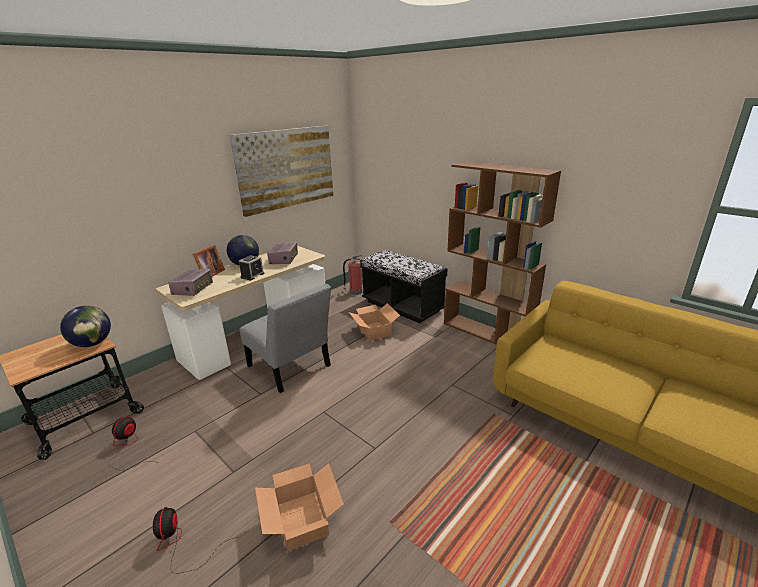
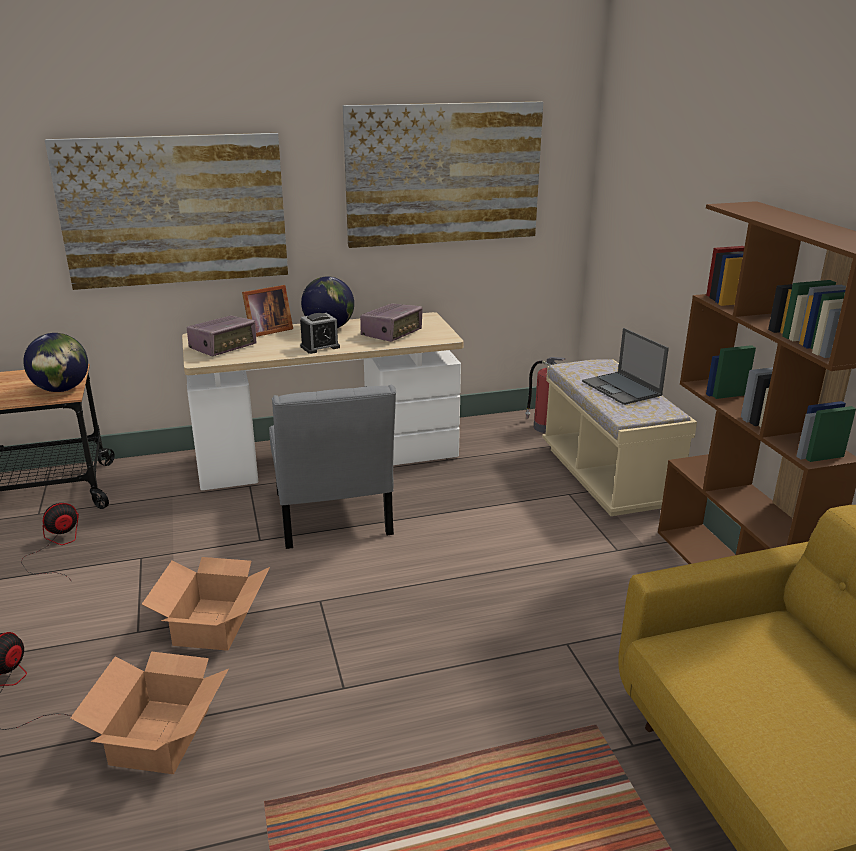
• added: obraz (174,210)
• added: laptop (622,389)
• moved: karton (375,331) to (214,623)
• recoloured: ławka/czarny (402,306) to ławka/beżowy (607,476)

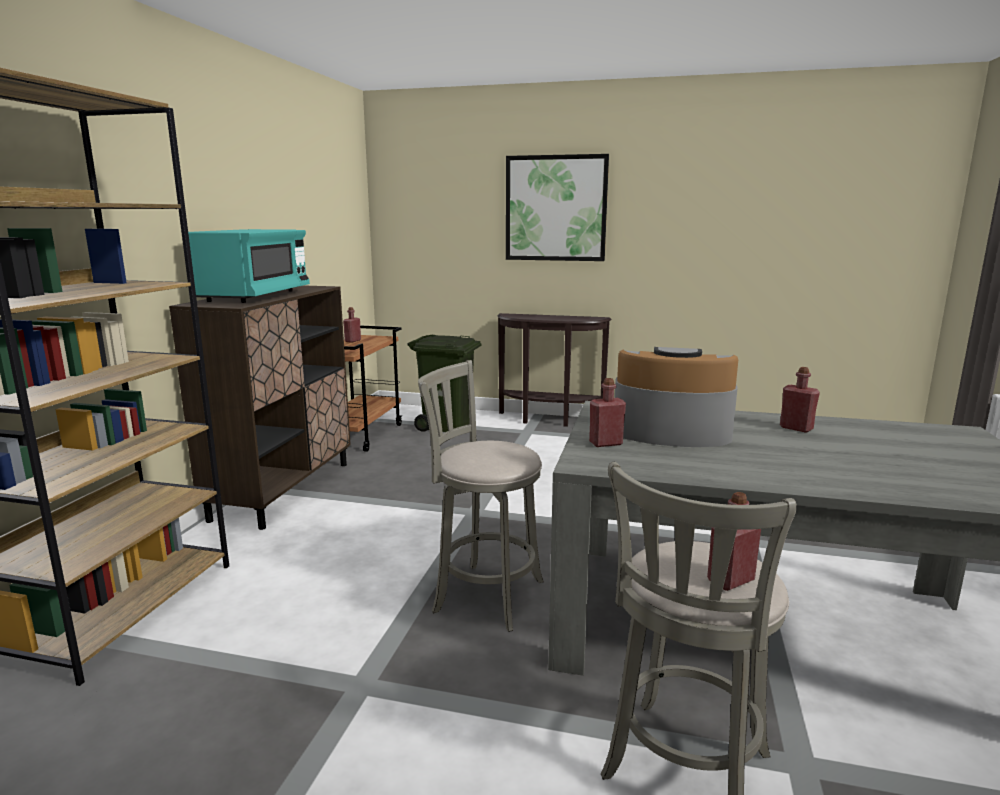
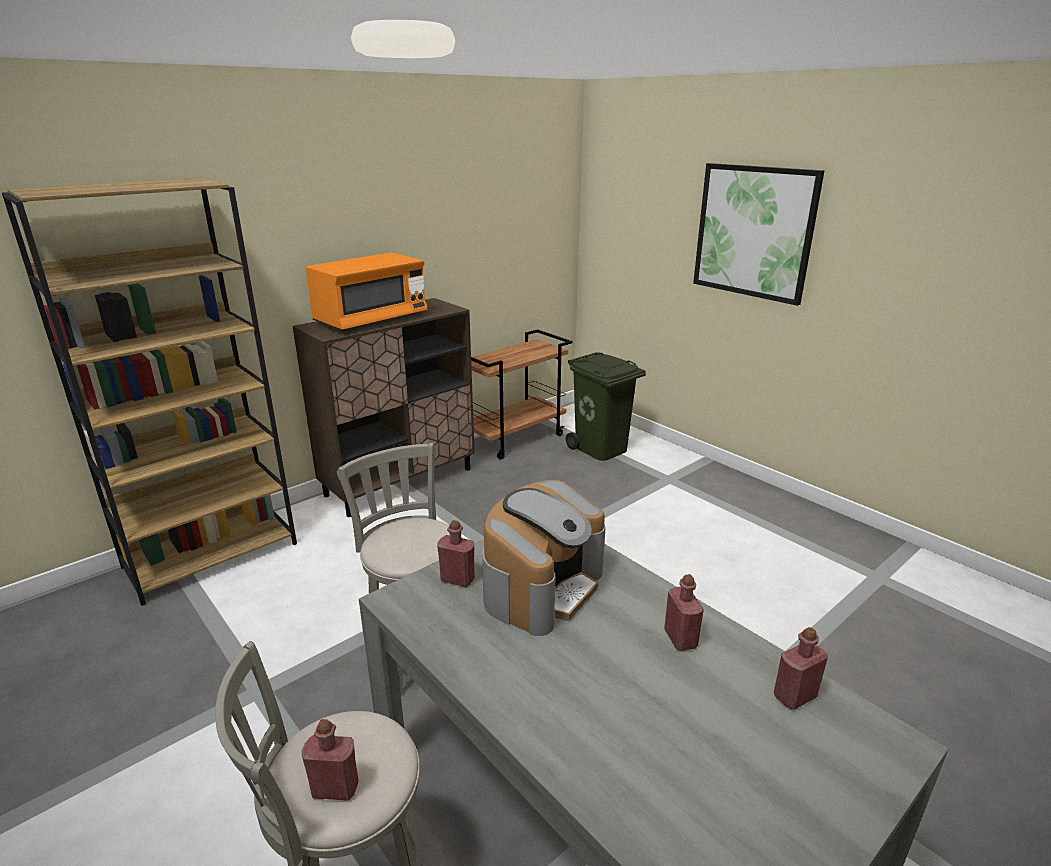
• removed: stolik konsolowy/brązowy (548,420)
• moved: butelka/czerwony (352,341) to (794,696)
• recoloured: mikrofalówka/turkusowy (255,296) to mikrofalówka/pomarańczowy (371,320)
• turned: ekspres do kawy (670,431) = (542,587) 75 degrees clockwise

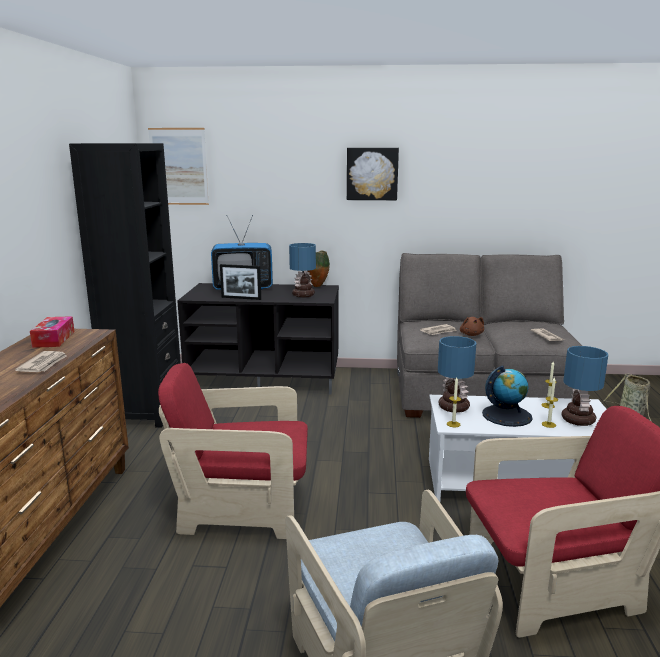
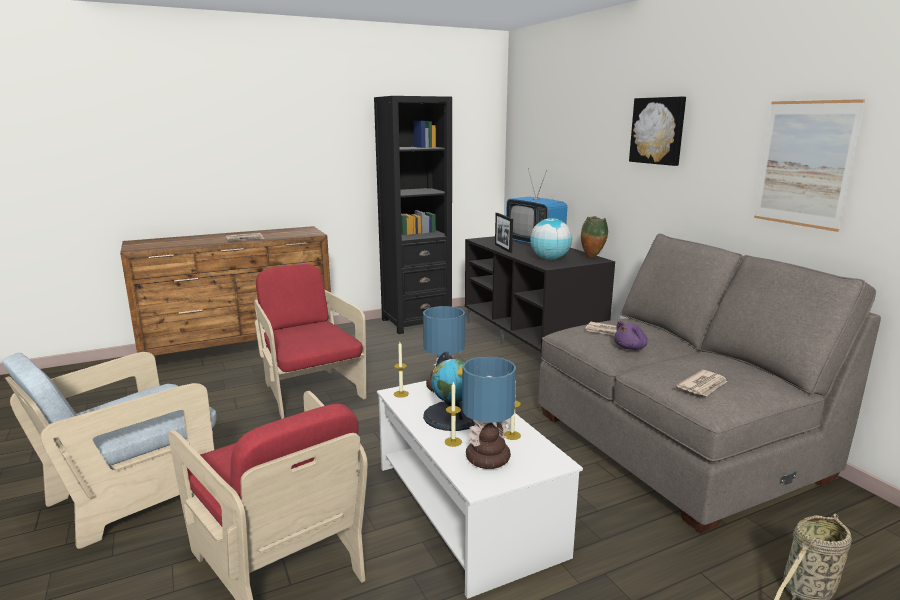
• removed: pudełko chusteczek (54,339)
• moved: obraz (179,166) to (804,164)
• replaced: lampa stołowa (303,295) to globus (550,259)
• recoloured: pluszak/brązowy (471,334) to pluszak/fioletowy (631,348)

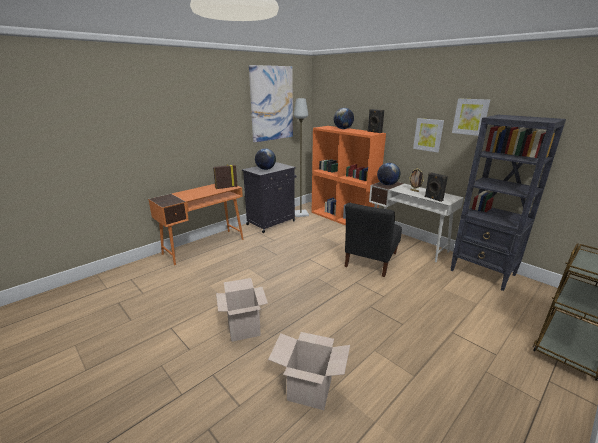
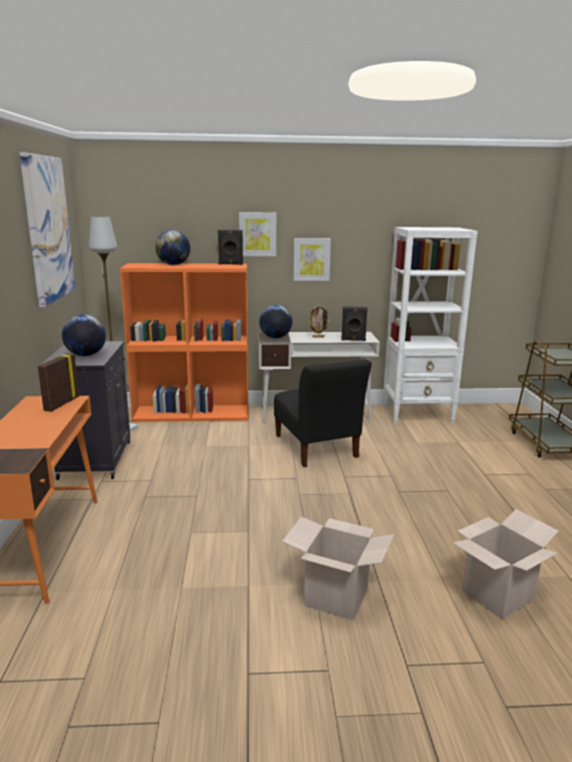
• moved: obraz (470,117) to (257,234)
• recoloured: regał/czarny (483,273) to regał/biały (418,414)

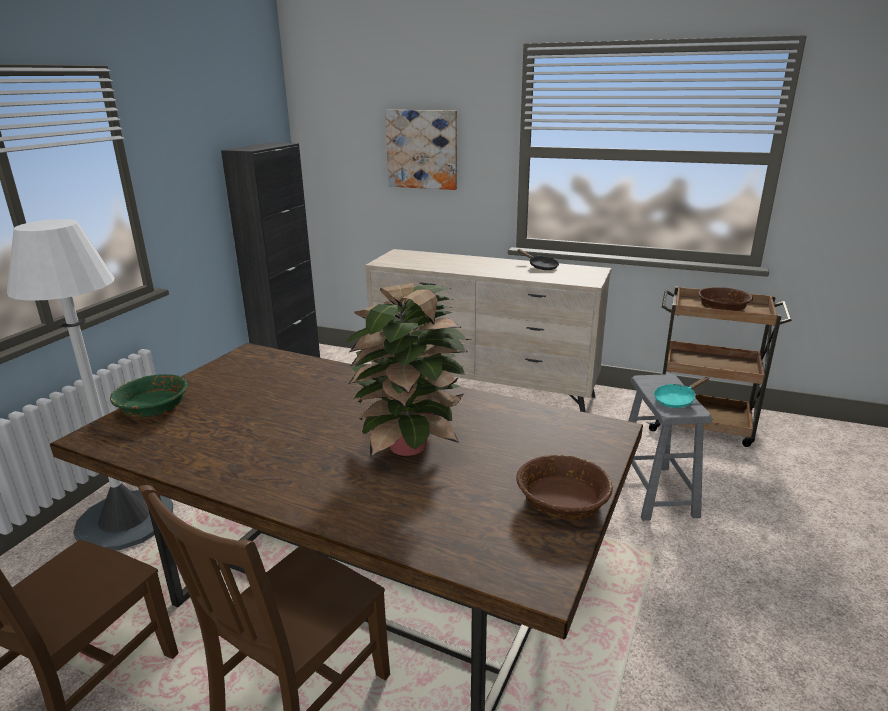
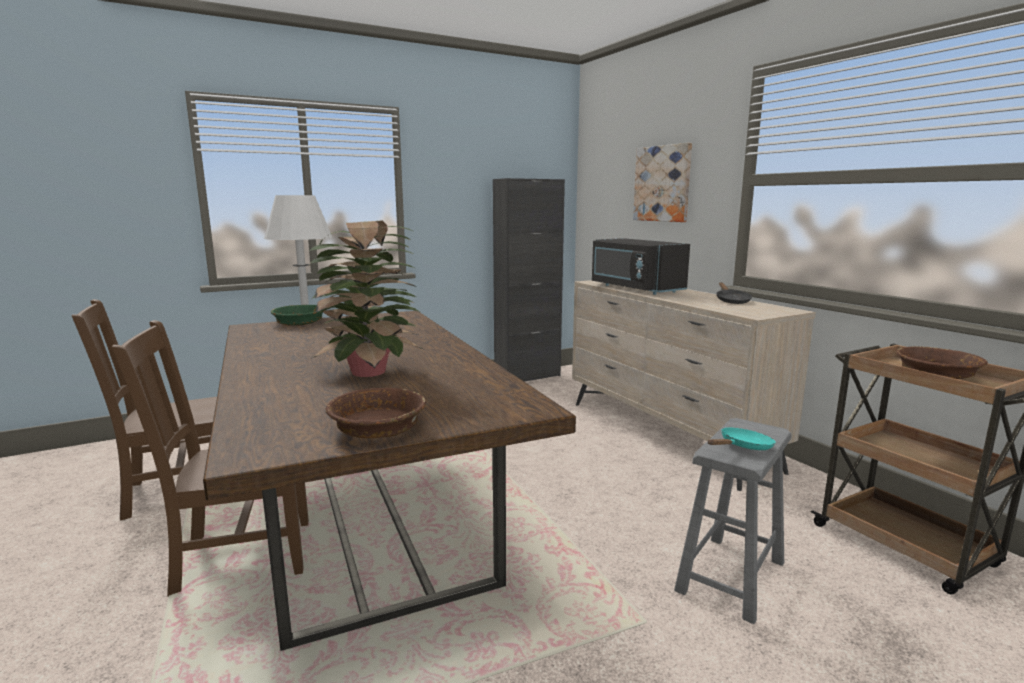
• added: mikrofalówka/czarny (634,288)
• turned: patelnia/turkusowy (677,400) = (743,447) 135 degrees clockwise

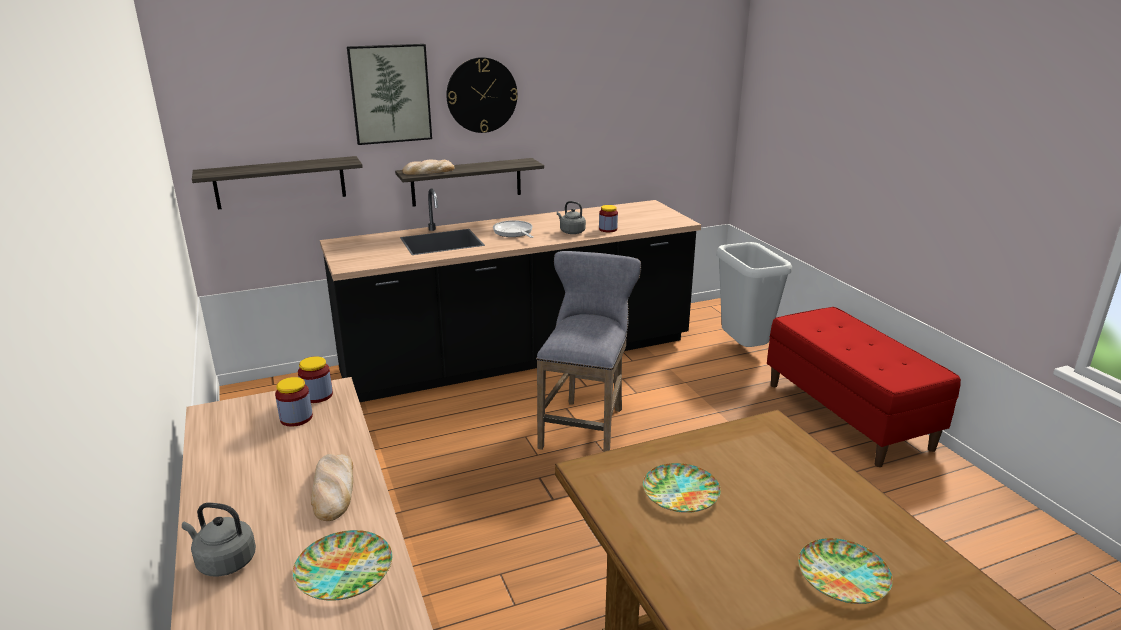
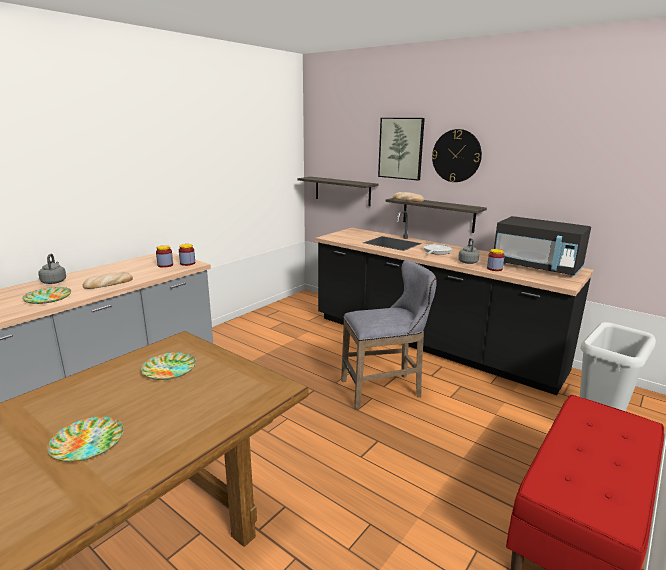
• added: mikrofalówka/czarny (536,267)

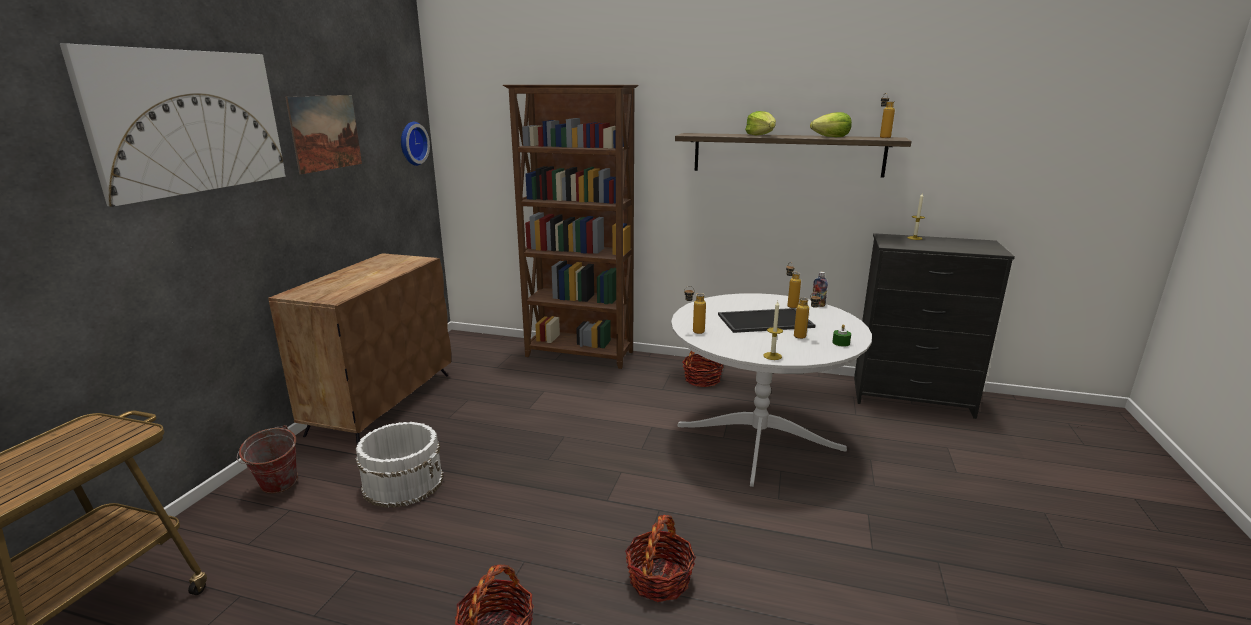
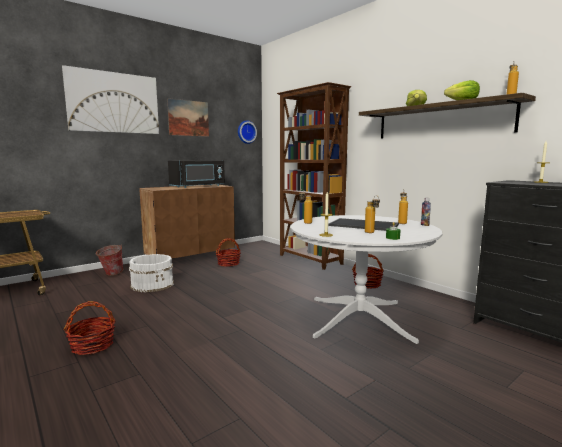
• added: mikrofalówka/czarny (199,186)
• moved: koszyk (659,579) to (228,263)

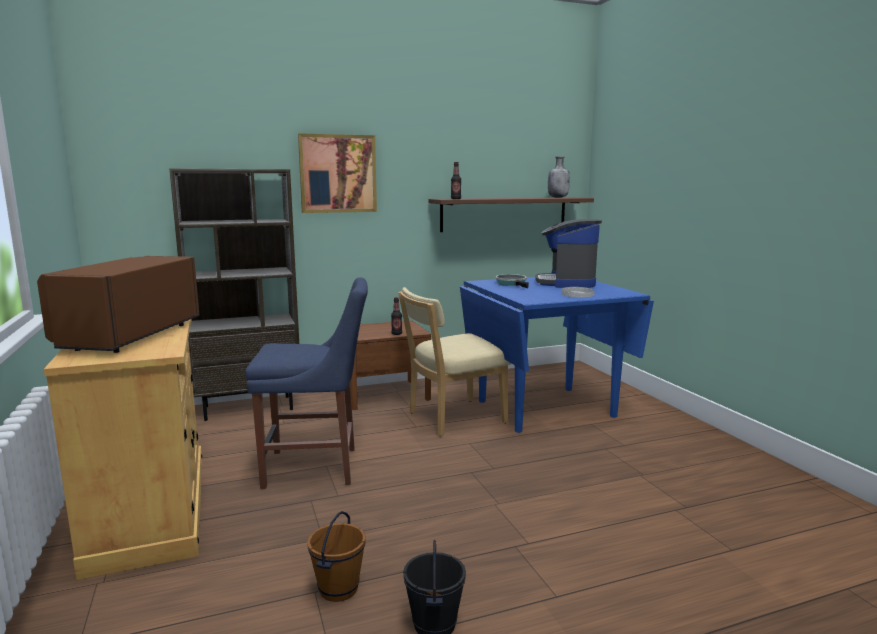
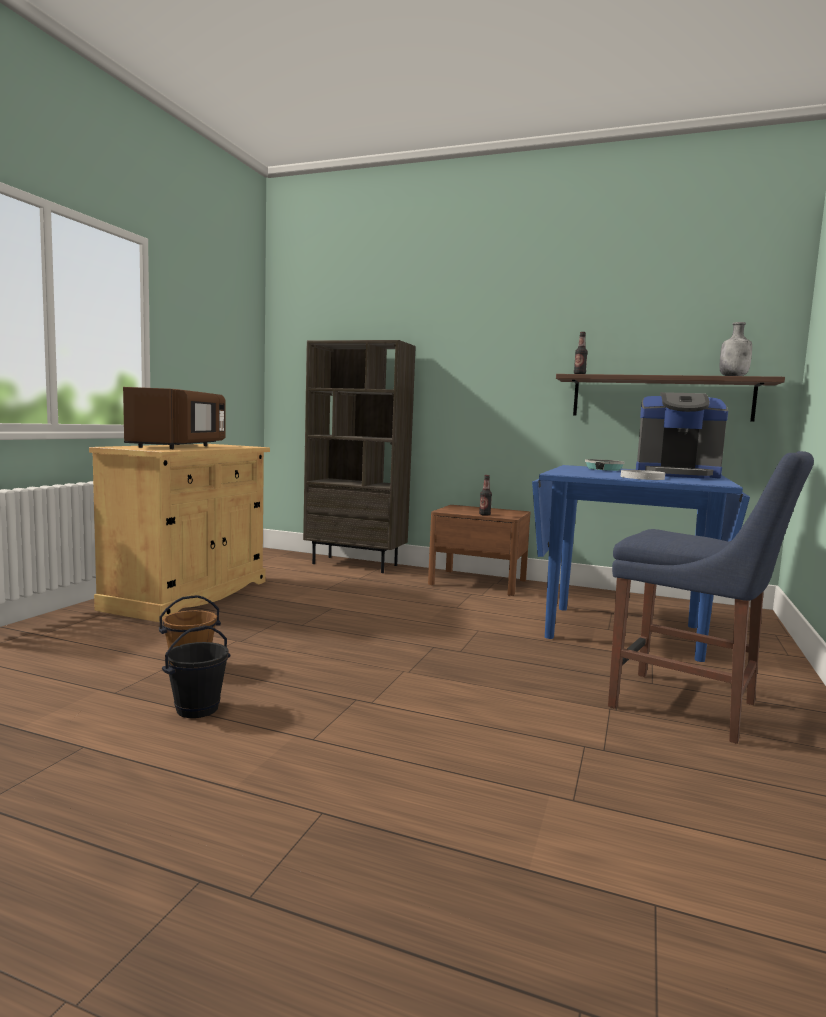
• removed: obraz (338,174)
• removed: krzesło/beżowy (452,418)
• moved: krzesło/niebieski (316,467) to (691,707)
• turned: mikrofalówka/brązowy (128,336) = (179,447) 135 degrees clockwise
• turned: ekspres do kawy (567,283) = (676,475) 120 degrees counterclockwise

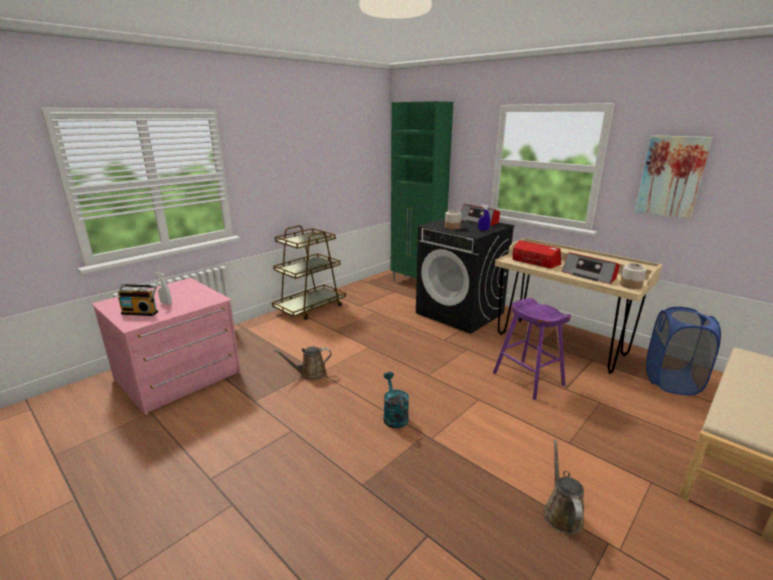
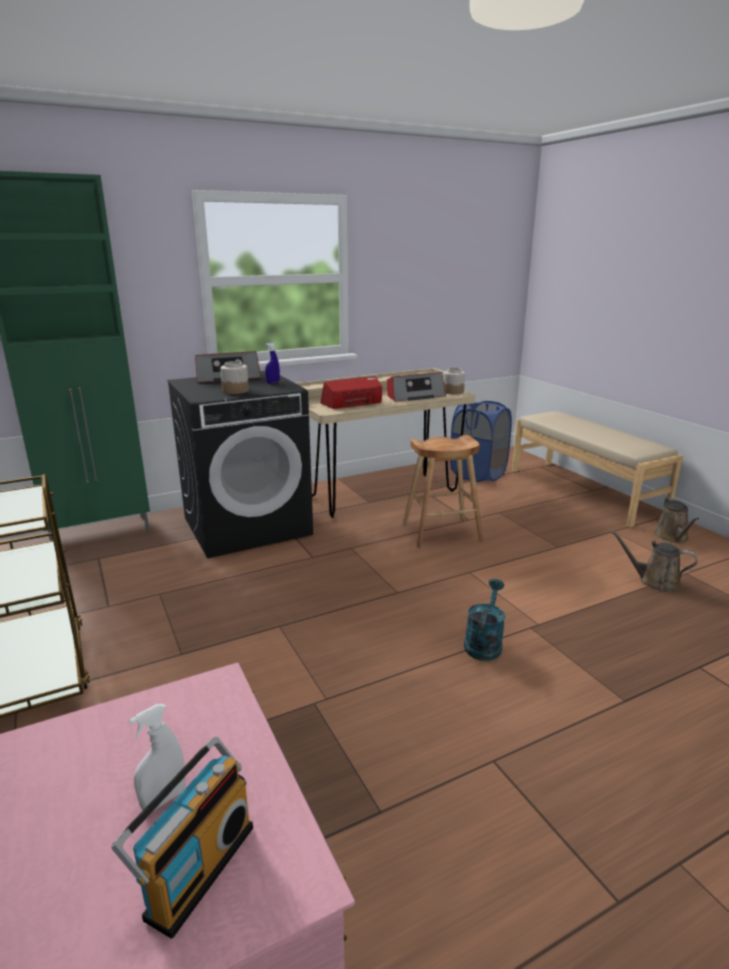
• removed: obraz (671,176)
• moved: konewka/brązowy (310,374) to (672,537)
• recoloured: stołek/fioletowy (528,379) to stołek/brązowy (442,532)
• turned: konewka/turkusowy (394,416) = (484,643) 105 degrees clockwise

